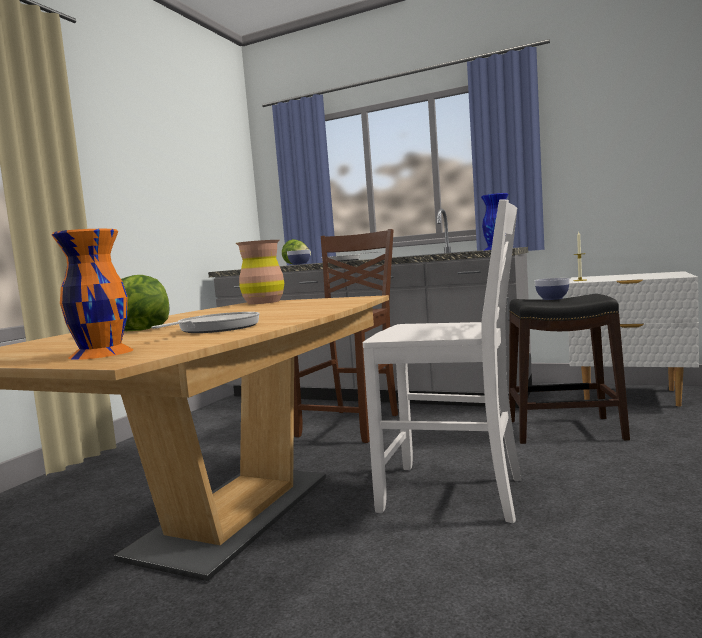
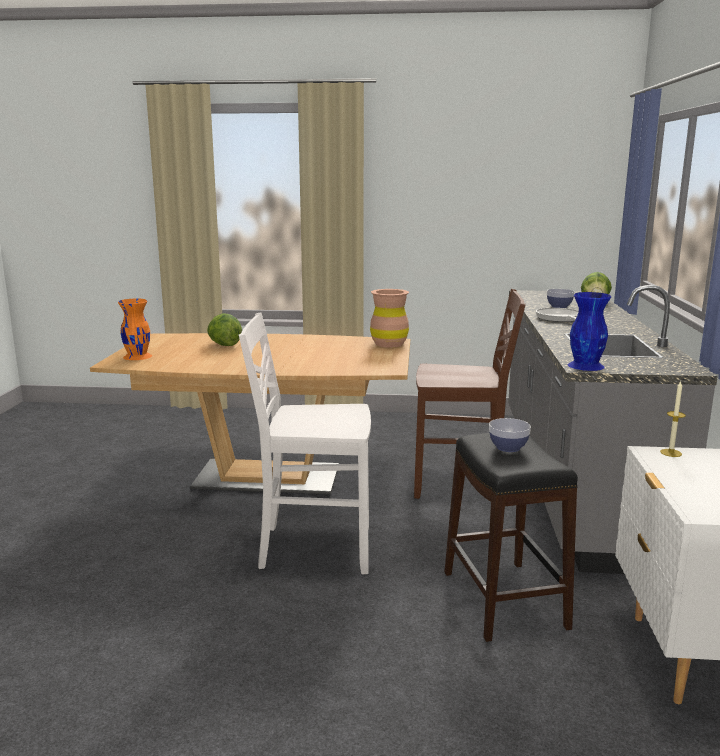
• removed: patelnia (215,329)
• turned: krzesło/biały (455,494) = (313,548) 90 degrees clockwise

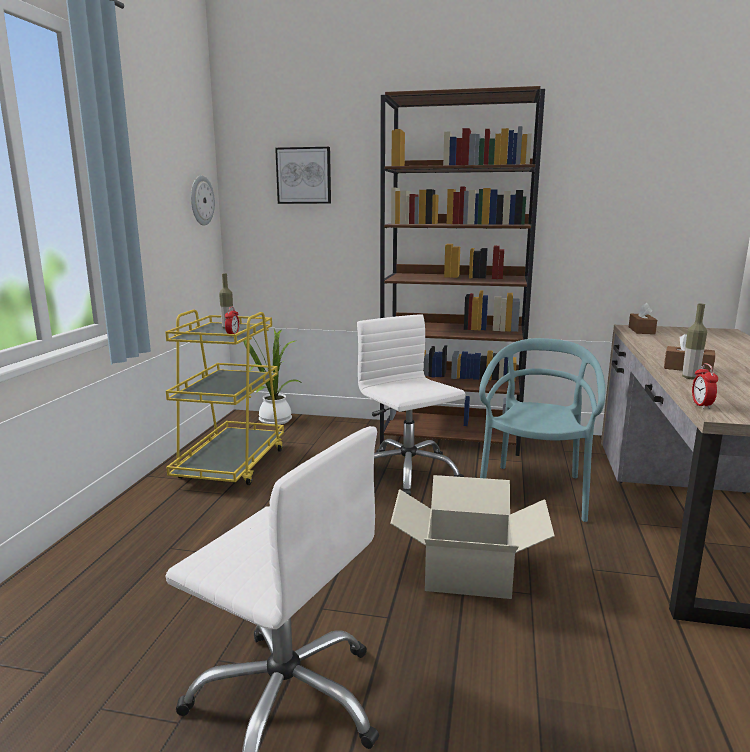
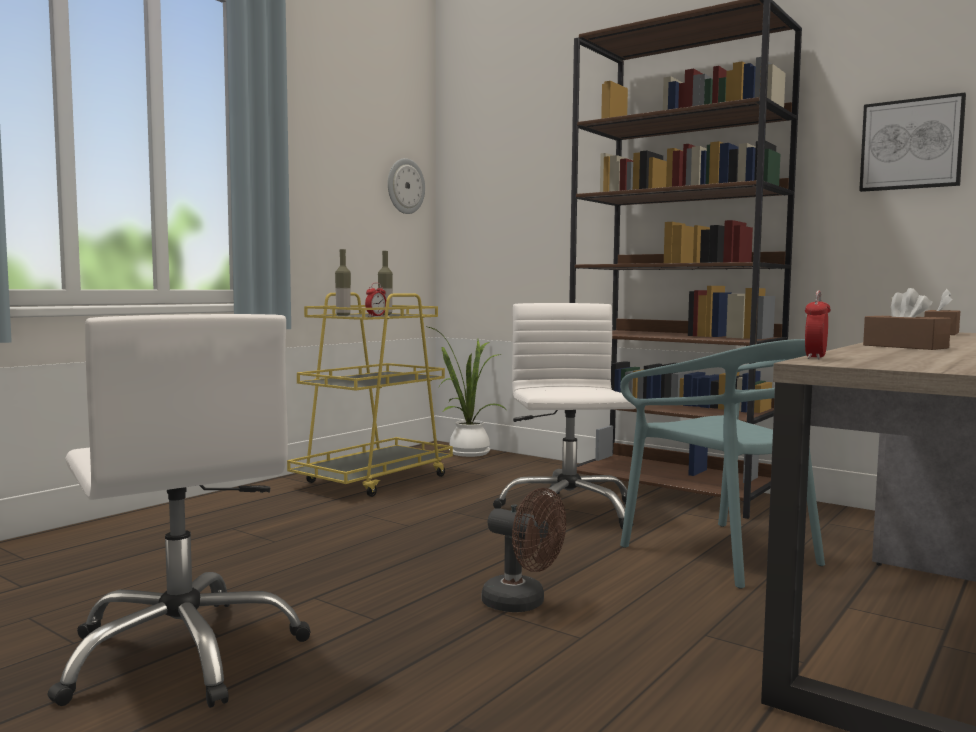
• moved: obraz (304,175) to (911,144)
• moved: butelka (690,378) to (343,315)
• replaced: karton (467,572) to wentylator/brązowy (522,603)
• turned: krzesło/turkusowy (534,492) = (721,553) 105 degrees clockwise

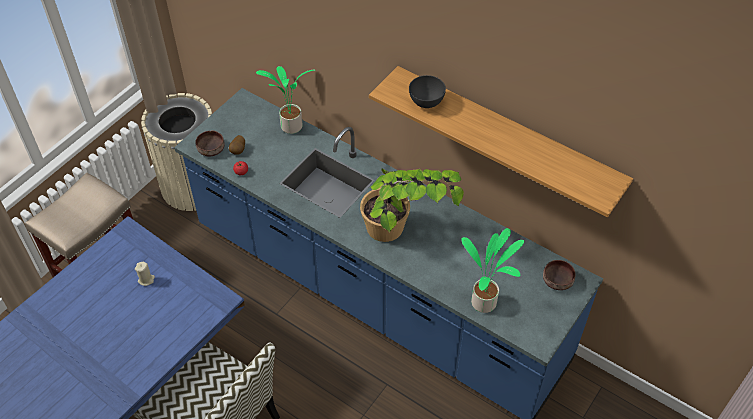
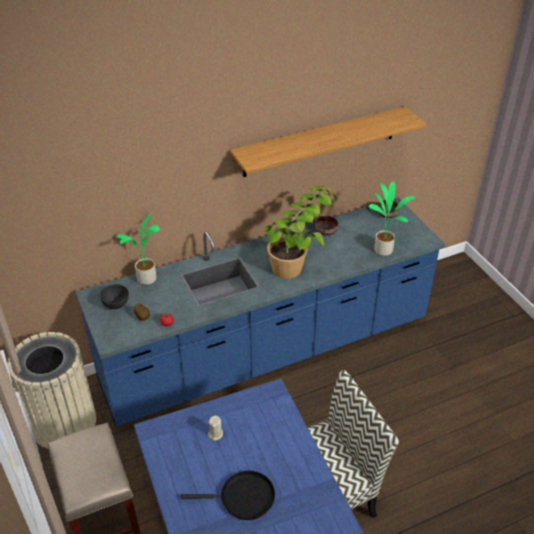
• added: patelnia/czarny (243,498)
• moved: miska/brązowy (210,149) to (326,231)
• moved: miska/szary (426,102) to (116,304)

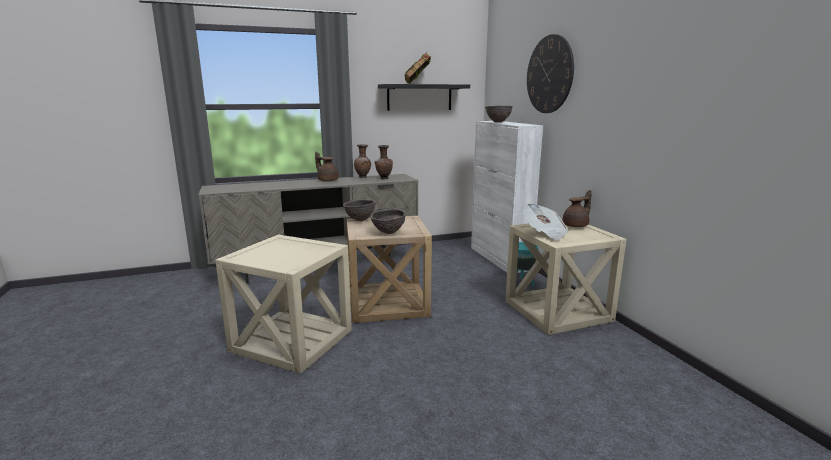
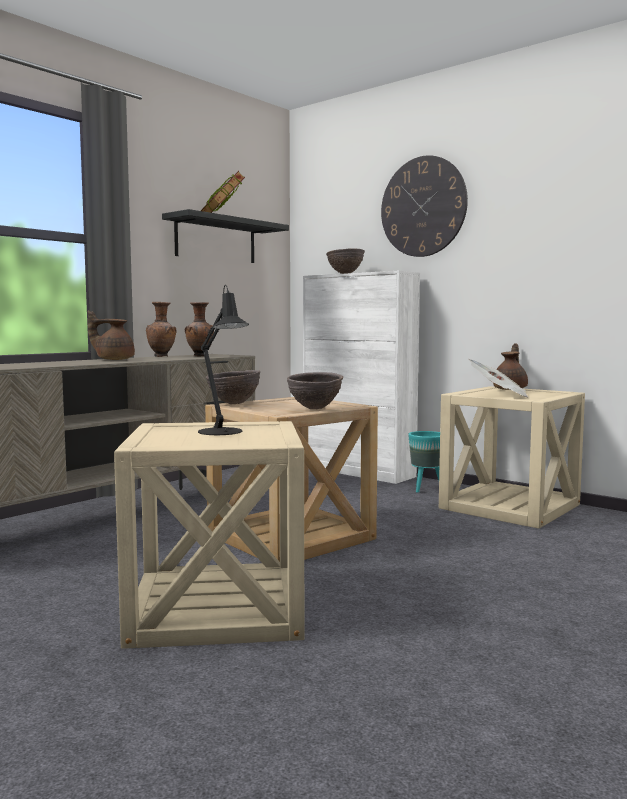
• added: lampa stołowa/czarny (223,432)

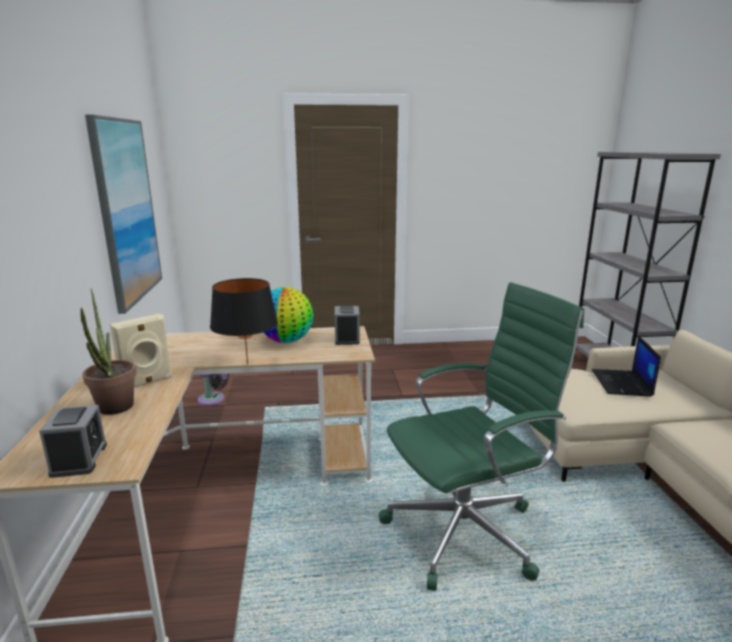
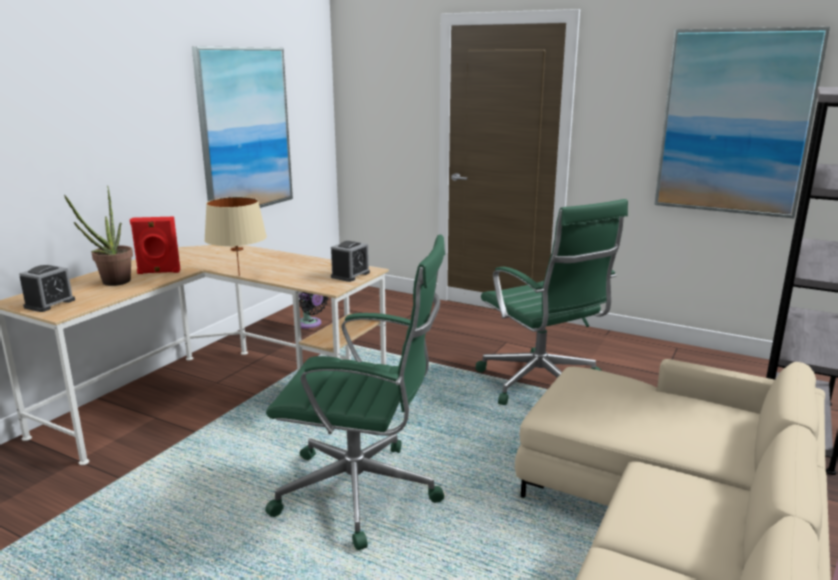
• removed: globus (287,341)
• removed: laptop (622,383)
• added: krzesło biurowe/zielony (541,384)
• added: obraz (735,123)
• recoloured: głośnik/beżowy (147,382) to głośnik/czerwony (159,272)
• recoloured: lampa stołowa/czarny (247,364) to lampa stołowa/beżowy (239,276)

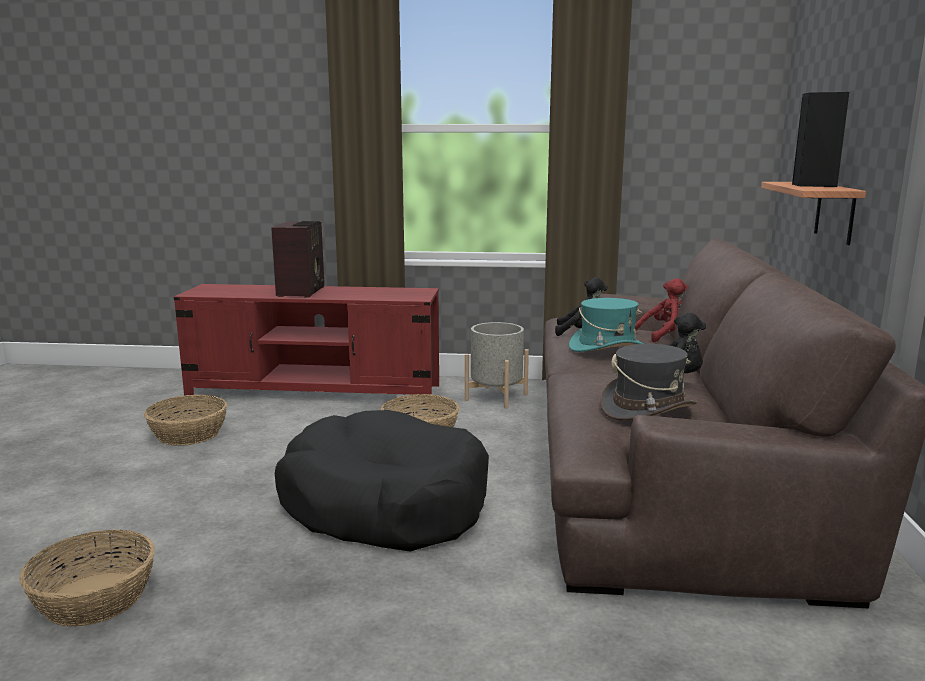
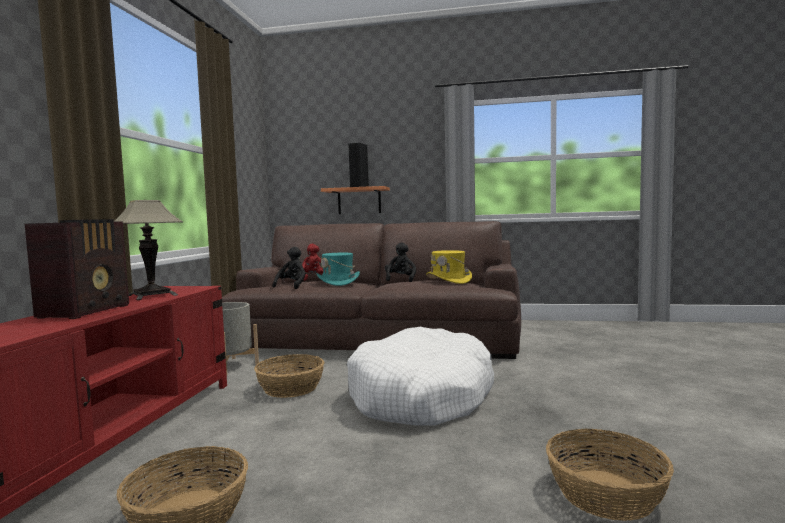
• added: lampa stołowa (152,295)
• recoloured: legowisko/czarny (384,504) to legowisko/biały (421,396)
• recoloured: kapelusz/szary (647,409) to kapelusz/żółty (449,280)
• turned: radio (302,291) = (87,311) 90 degrees clockwise

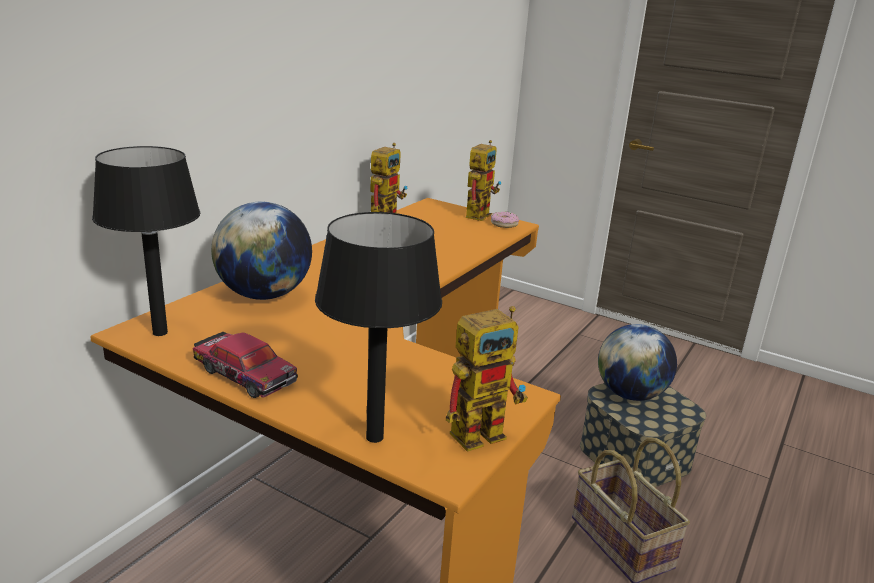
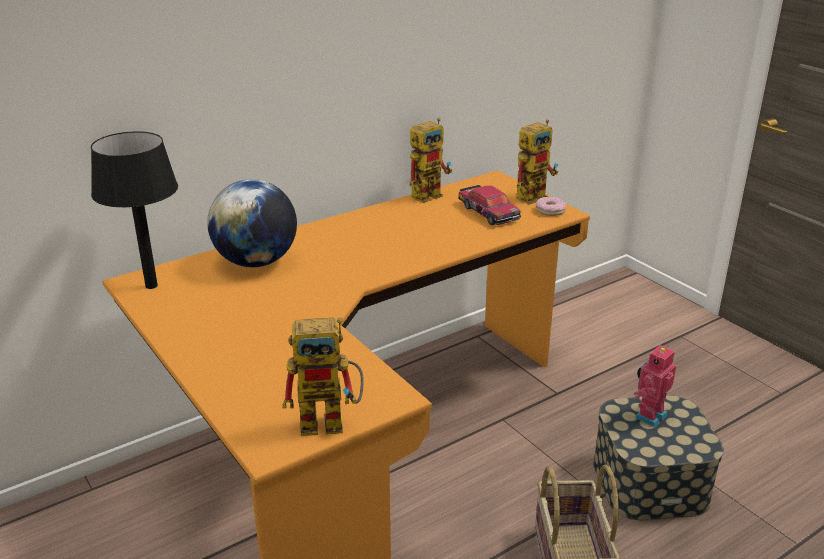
• removed: lampa stołowa/czarny (375,437)
• moved: samochodzik (245,374) to (488,212)
• replaced: globus (630,394) to robot zabawkowy (649,415)

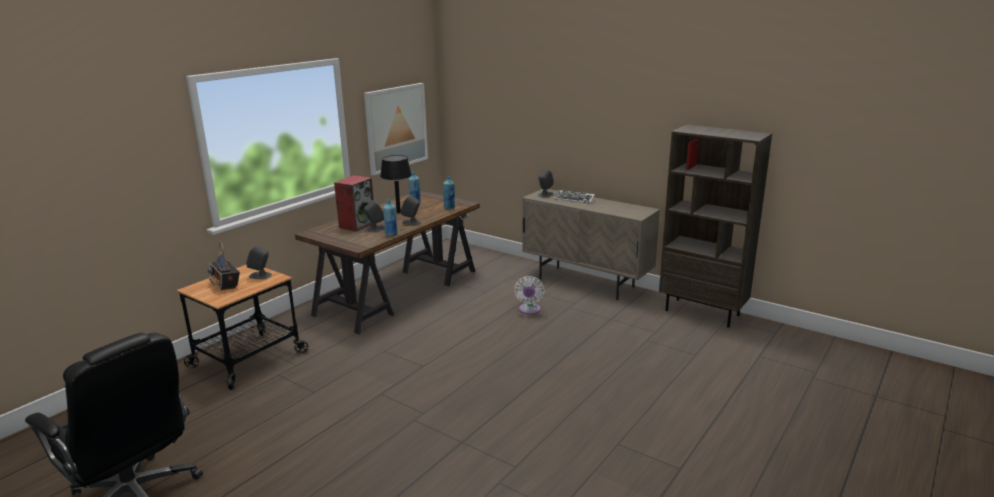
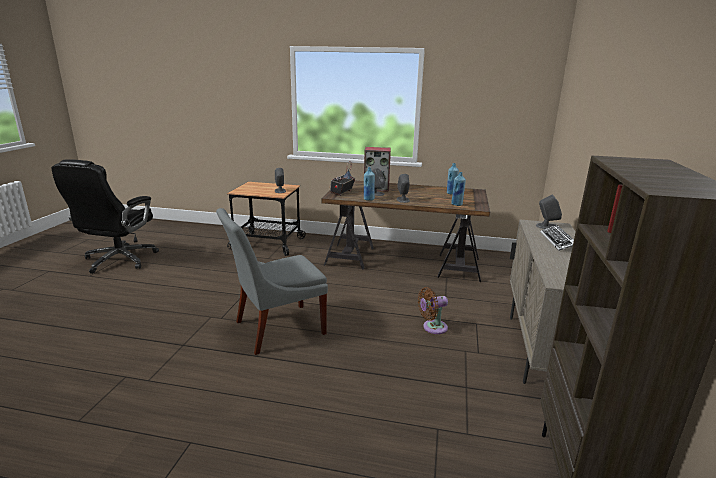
• removed: obraz (396,127)
• removed: lampa stołowa/czarny (398,212)
• added: krzesło/szary (275,328)
• moved: radio (225,285) to (341,192)
• recoloured: wentylator/biały (529,310) to wentylator/brązowy (432,327)

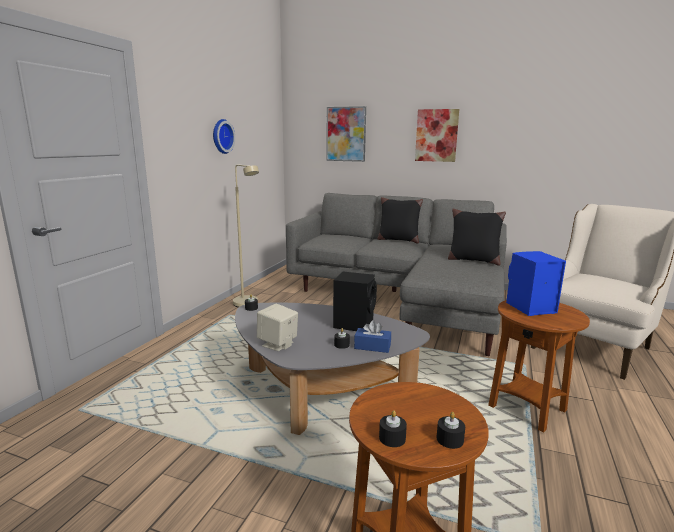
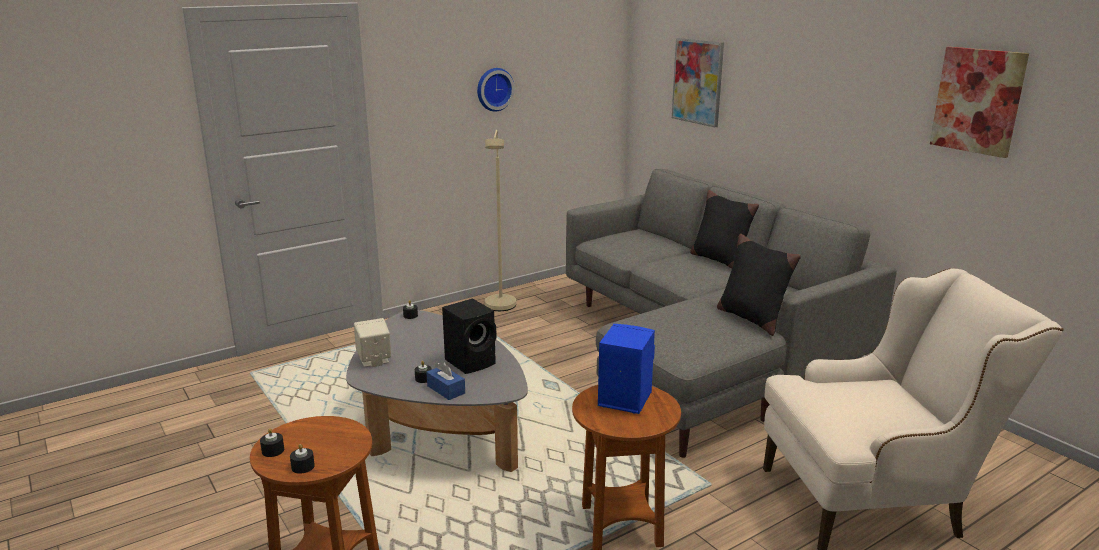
• moved: obraz (436,135) to (978,101)

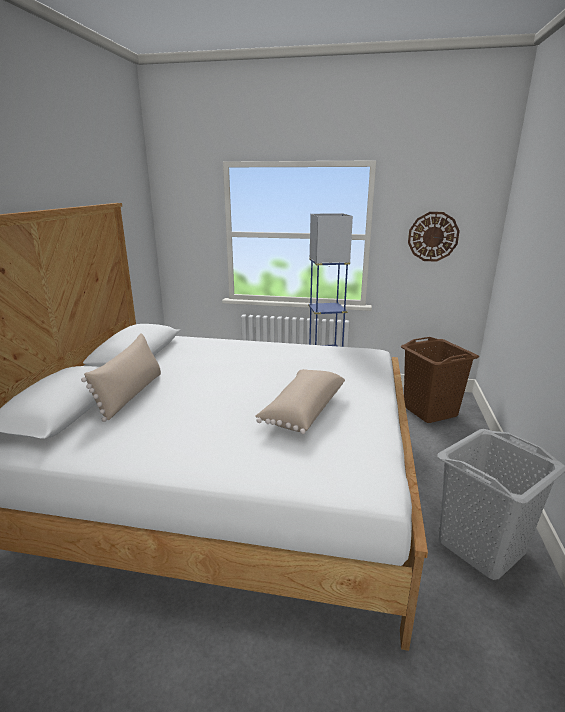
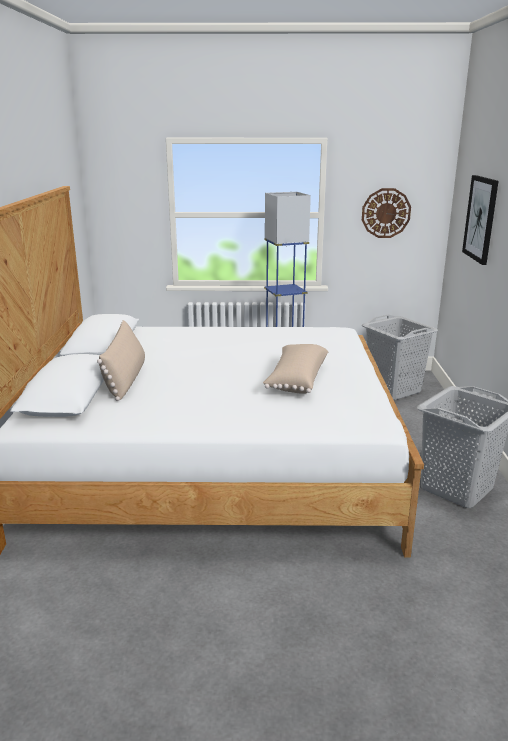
• added: obraz (481,219)
• recoloured: kosz na pranie/brązowy (429,411) to kosz na pranie/szary (393,390)

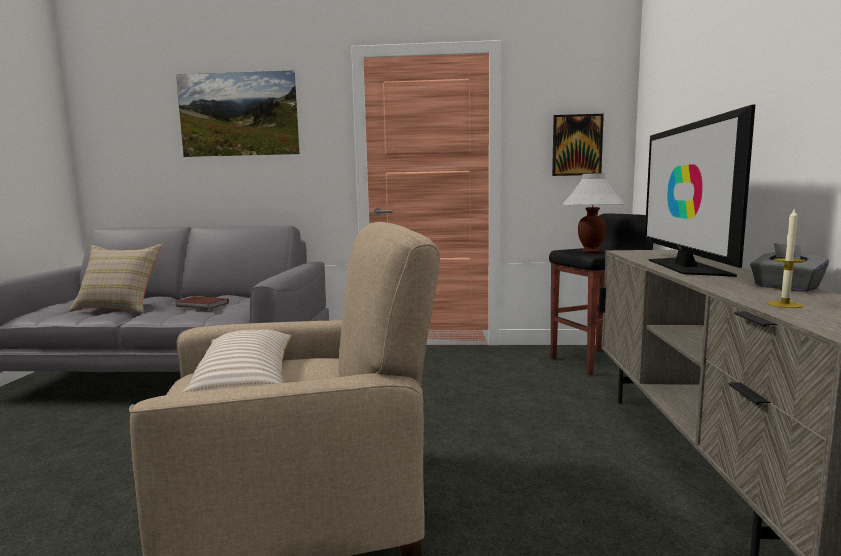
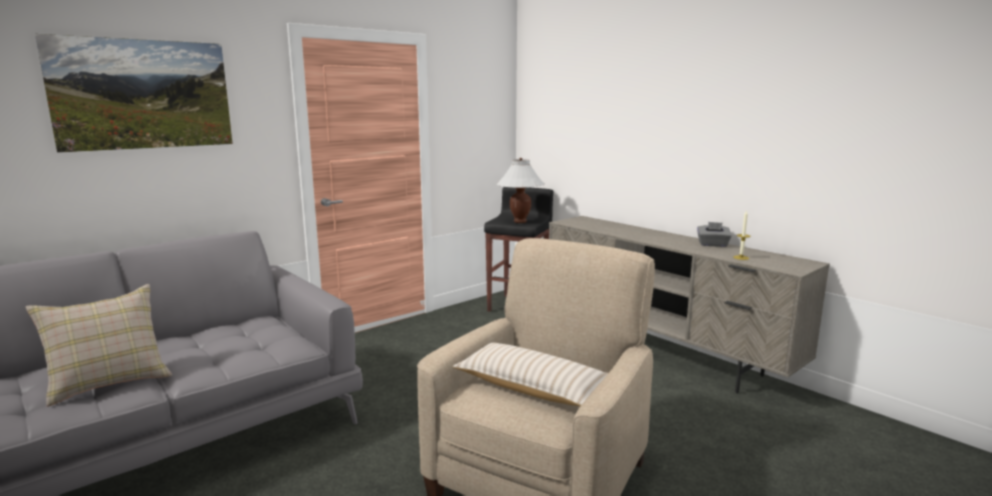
• removed: książka/brązowy (201,305)
• removed: obraz (577,145)
• removed: telewizor (685,267)

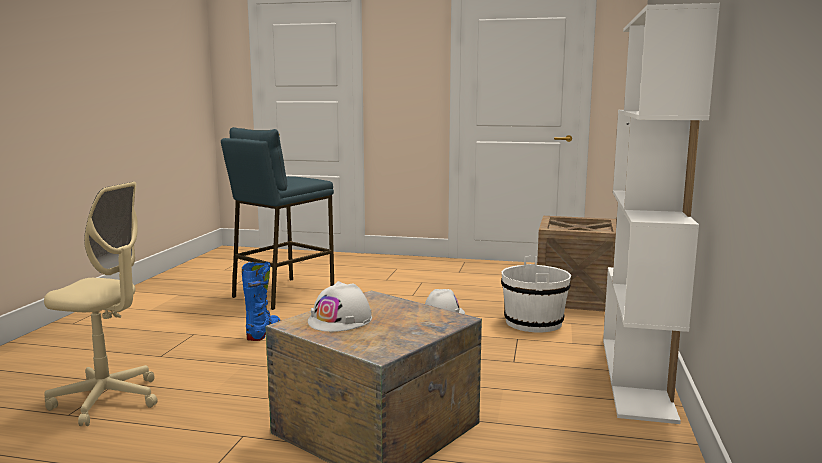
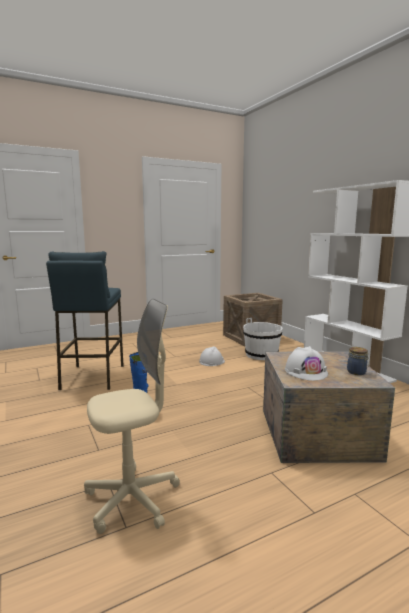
• added: słoik (357,372)

